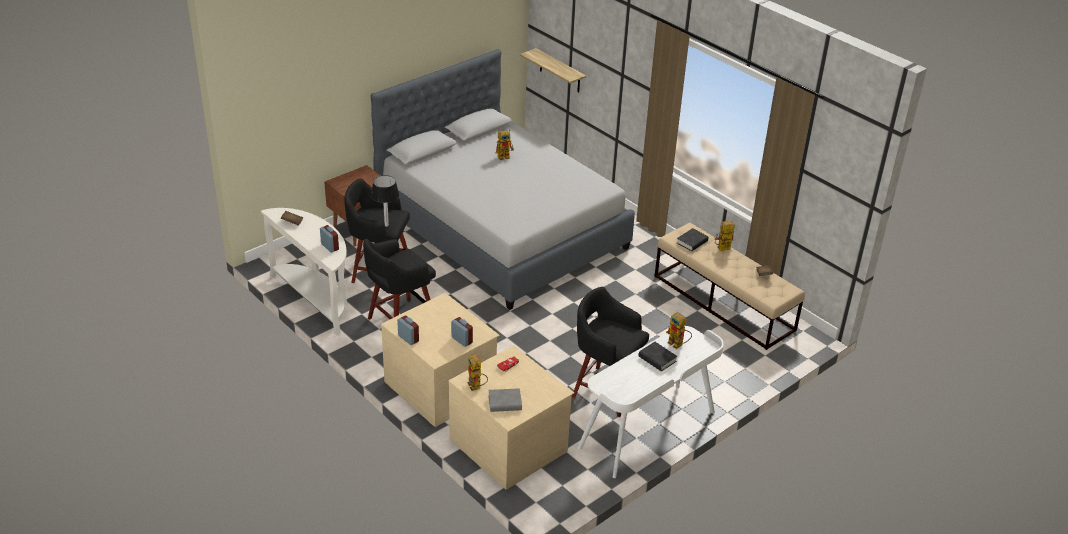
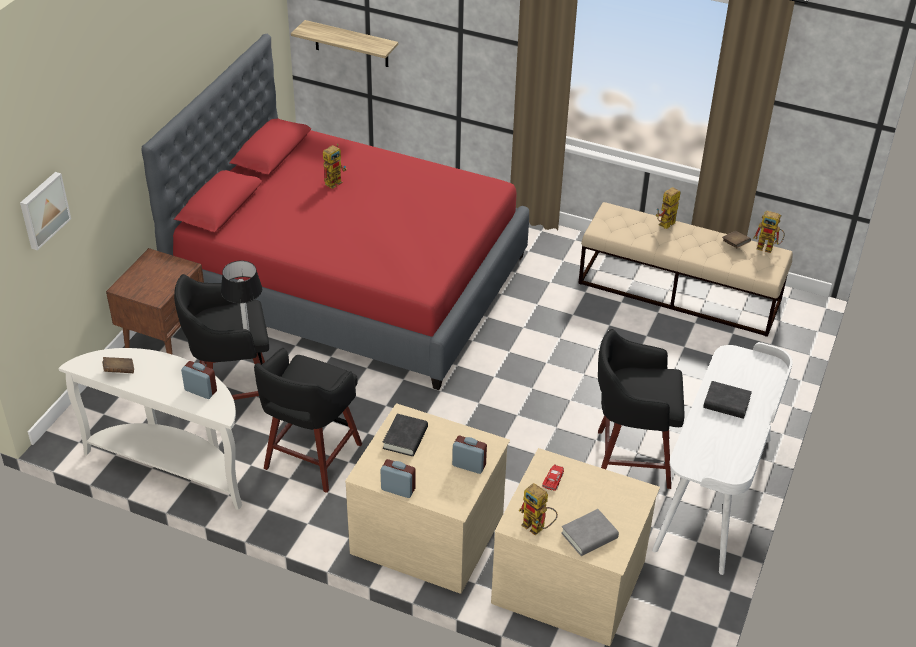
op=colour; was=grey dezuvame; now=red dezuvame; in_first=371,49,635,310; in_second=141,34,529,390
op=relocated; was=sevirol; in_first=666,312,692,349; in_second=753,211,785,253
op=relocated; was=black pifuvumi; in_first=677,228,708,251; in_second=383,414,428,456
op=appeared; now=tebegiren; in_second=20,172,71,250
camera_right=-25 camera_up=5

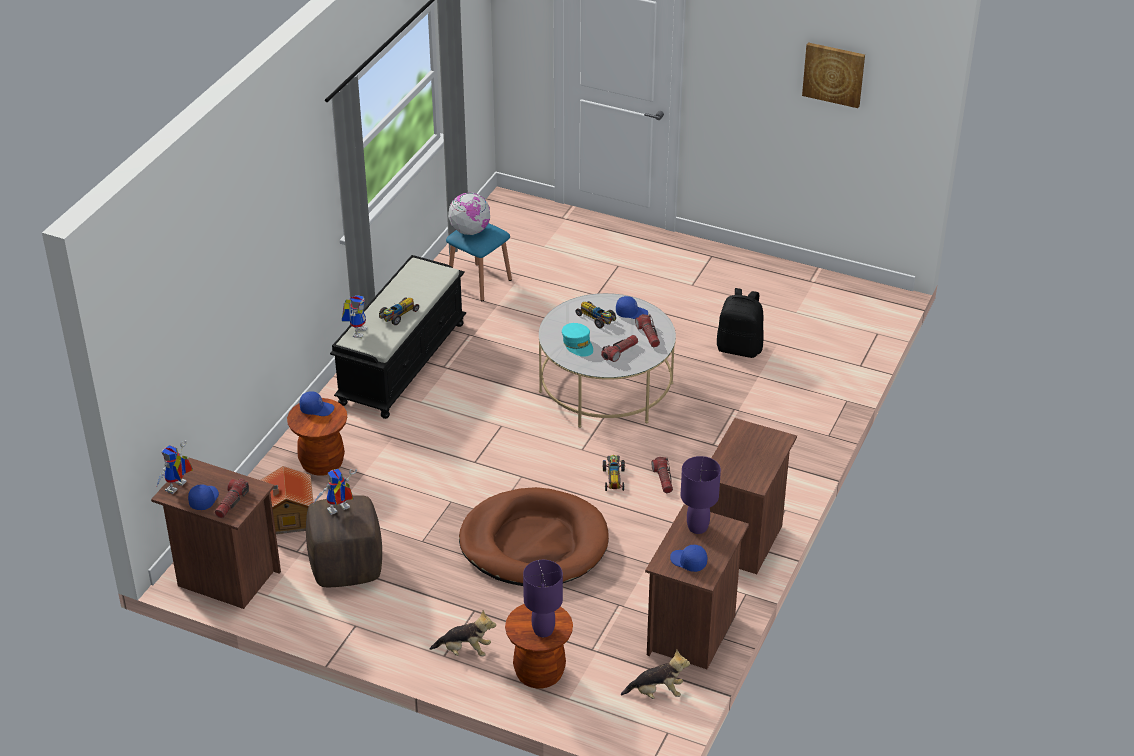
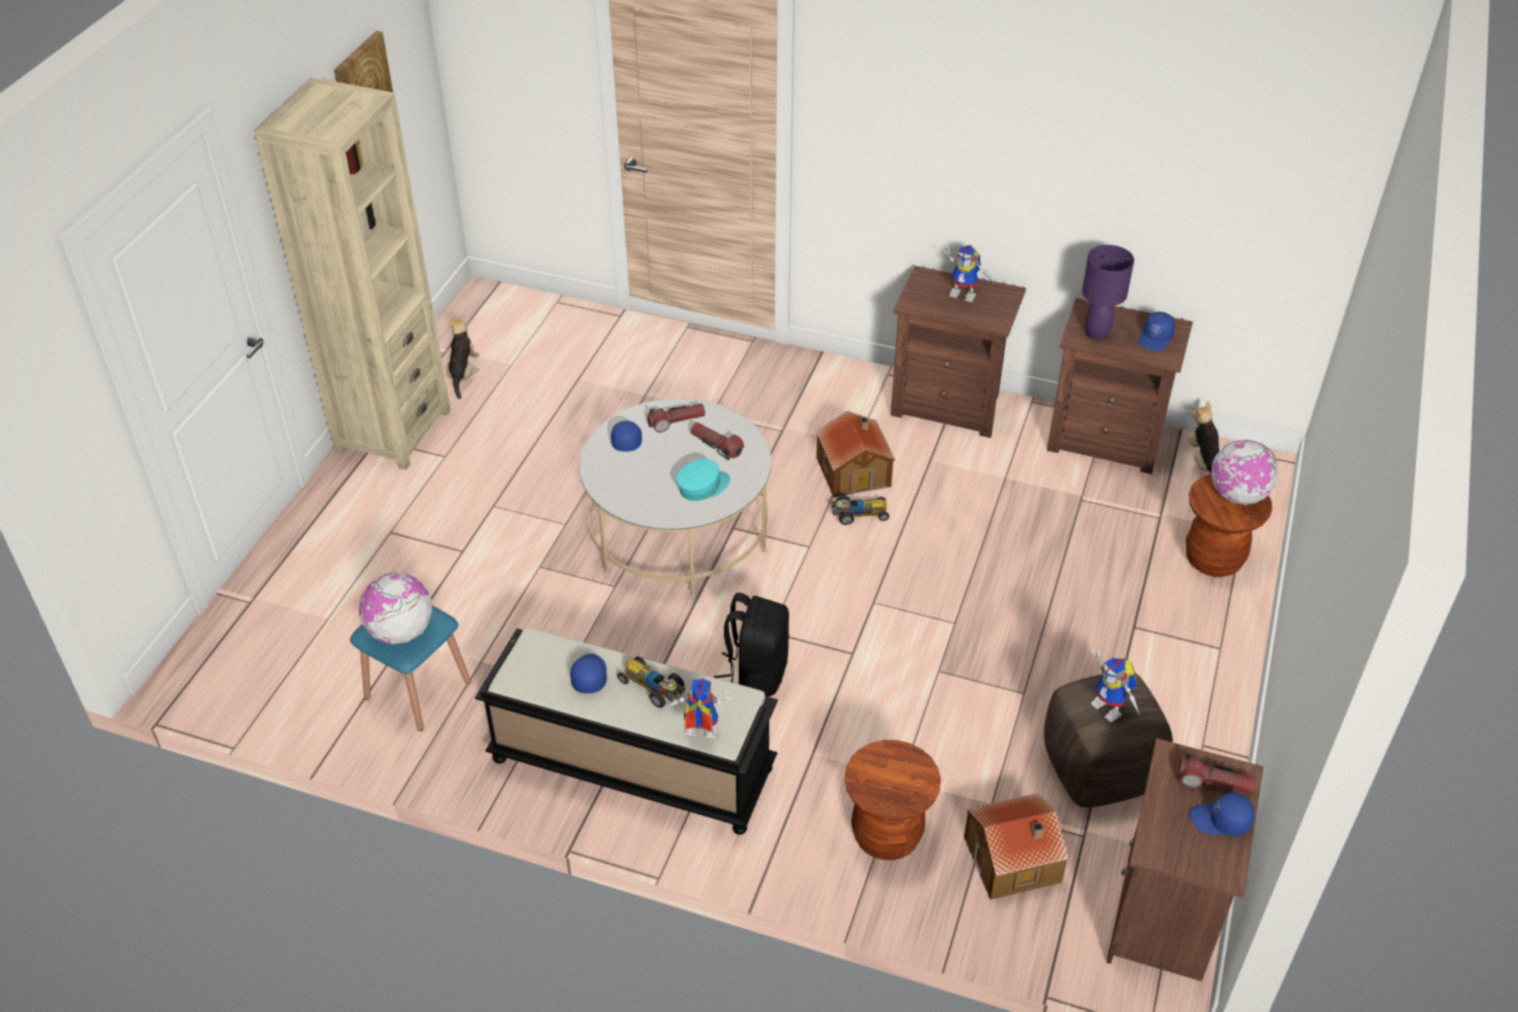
op=relocated; was=sevirol; in_first=156,440,193,494; in_second=941,245,995,303
op=relocated; was=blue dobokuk; in_first=299,391,334,416; in_second=570,654,607,694
op=relocated; was=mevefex; in_first=429,610,496,657; in_second=446,315,479,399
op=missing; was=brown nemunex; in_first=459,487,609,587
op=exchanged; was=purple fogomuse; now=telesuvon; in_first=523,560,563,637; in_second=1211,440,1278,505
op=missing; was=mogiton; in_first=575,301,616,328
op=exchanged; was=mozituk; now=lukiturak; in_first=652,457,673,493; in_second=816,411,895,498
op=relocated; was=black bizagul; in_first=717,288,764,358; in_second=714,593,789,697
op=appeared; now=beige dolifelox; in_second=254,77,451,470
camera_right=-95 camera_up=5

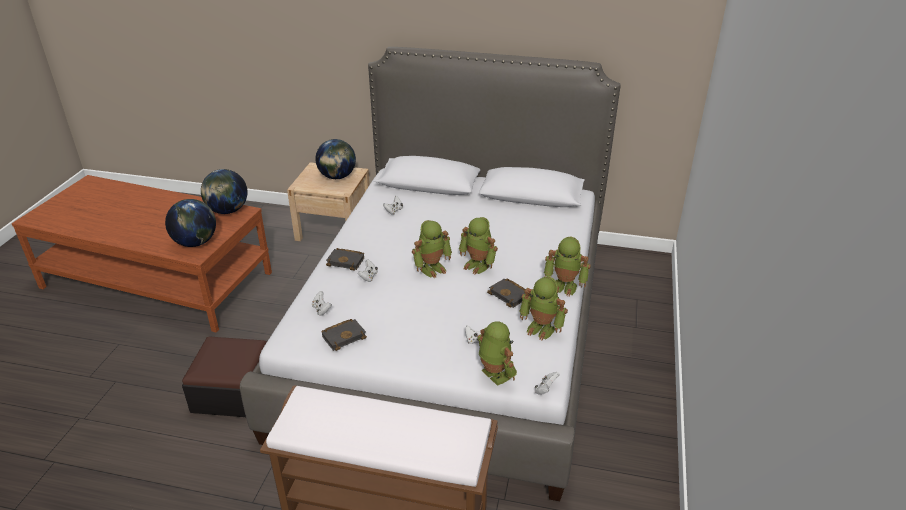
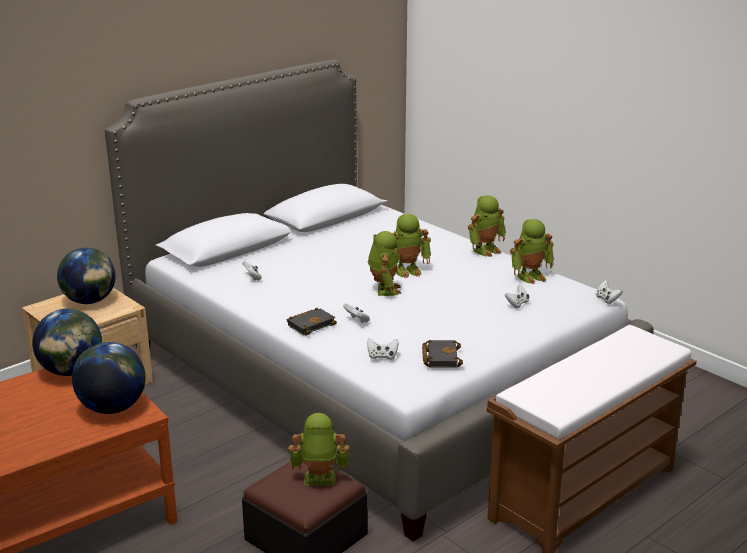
op=relocated; was=sevirol; in_first=477,322,517,386; in_second=288,413,349,485
op=missing; was=black pifuvumi; in_first=487,279,526,308
camera_right=-55 camera_up=-10

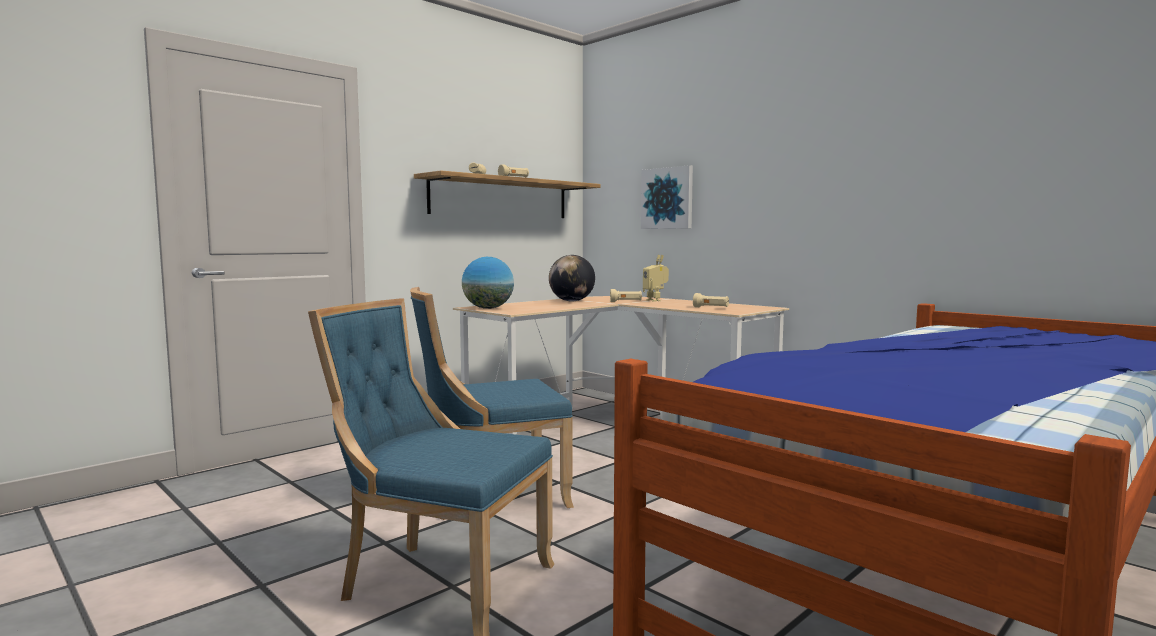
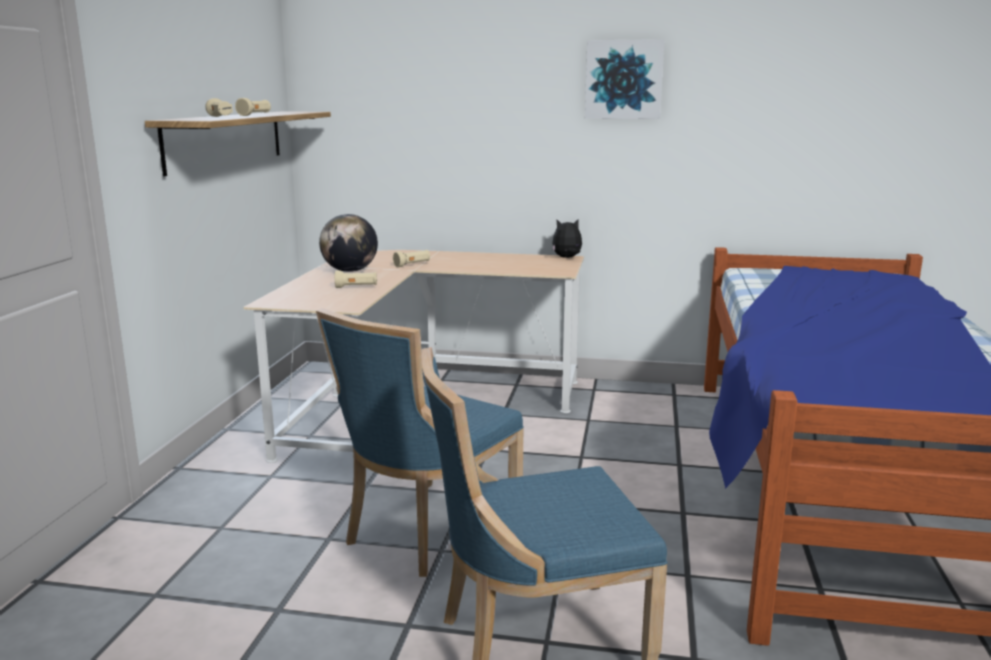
op=missing; was=telesuvon; in_first=462,257,514,309
op=relocated; was=tebegiren; in_first=641,165,693,229; in_second=585,39,665,119
op=missing; was=sevirol; in_first=643,255,669,302
op=relocated; was=beige mozituk; in_first=693,293,729,307; in_second=335,271,377,288
op=appeared; now=mevefex; in_second=552,219,582,258
camera_right=-35 camera_up=10

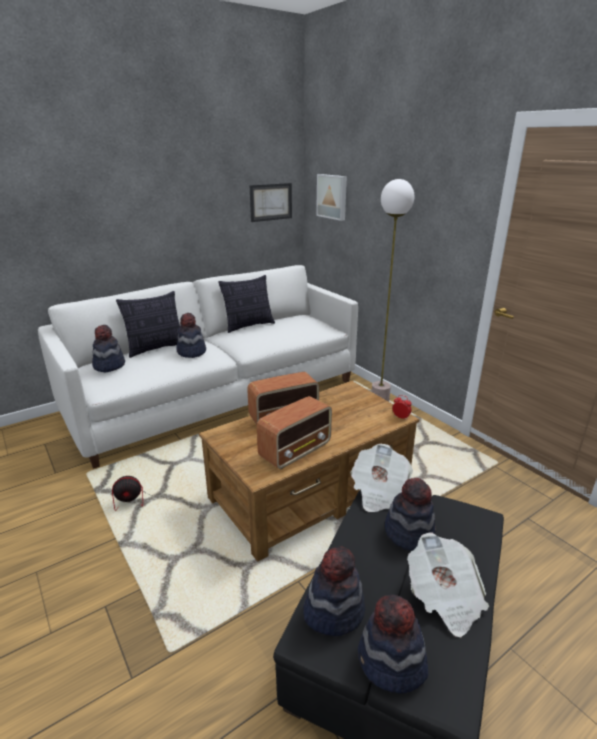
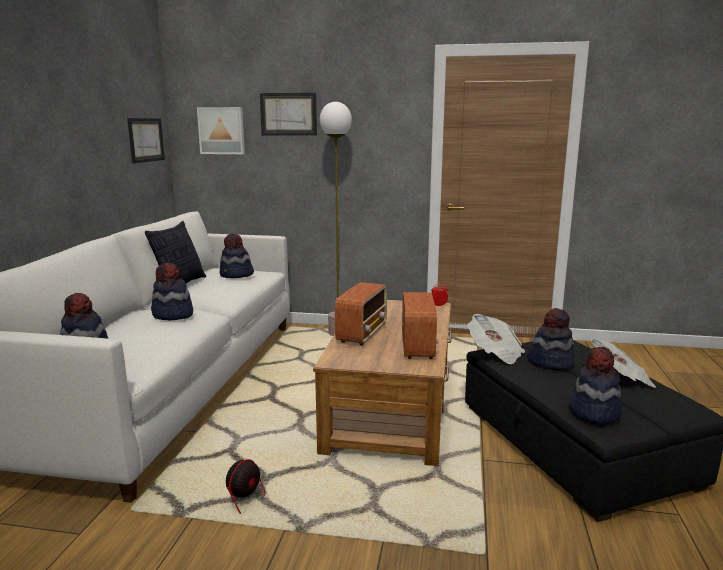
op=missing; was=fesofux; in_first=116,291,180,358
op=relocated; was=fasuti; in_first=358,595,428,694; in_second=219,234,254,278
op=appeared; now=tebegiren; in_second=260,93,317,136
camera_right=-45 camera_up=-10

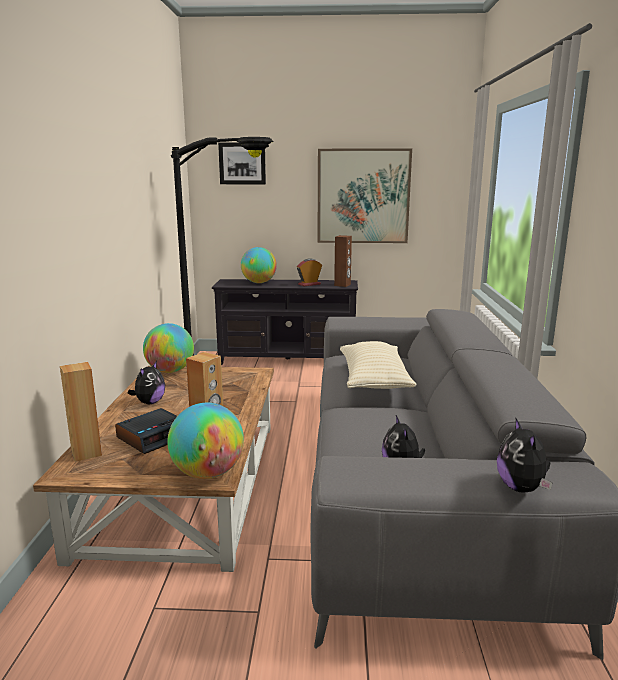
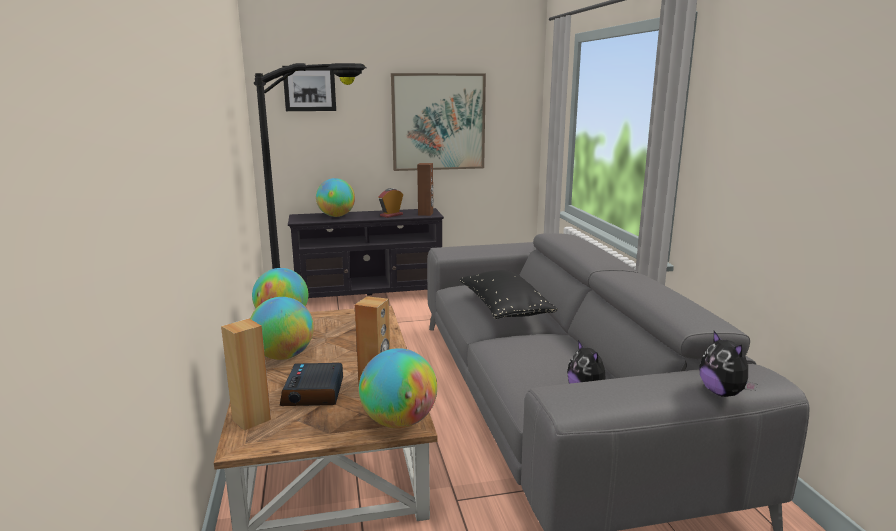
op=spun; was=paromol; in_first=115,408,177,454; in_second=280,363,343,406; clockwise=150
op=exchanged; was=mevefex; now=telesuvon; in_first=128,361,165,404; in_second=250,297,314,360
op=colour; was=beige fesofux; now=black fesofux; in_first=340,341,417,389; in_second=459,270,558,319
camera_right=-15 camera_up=0

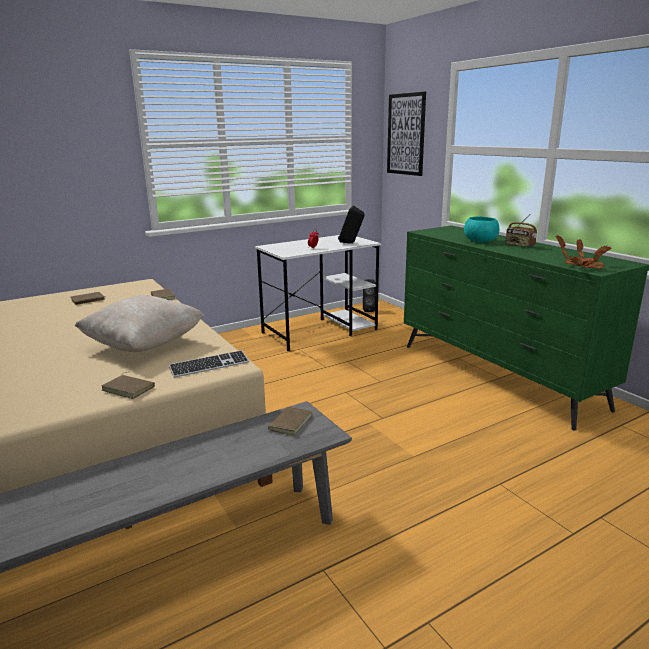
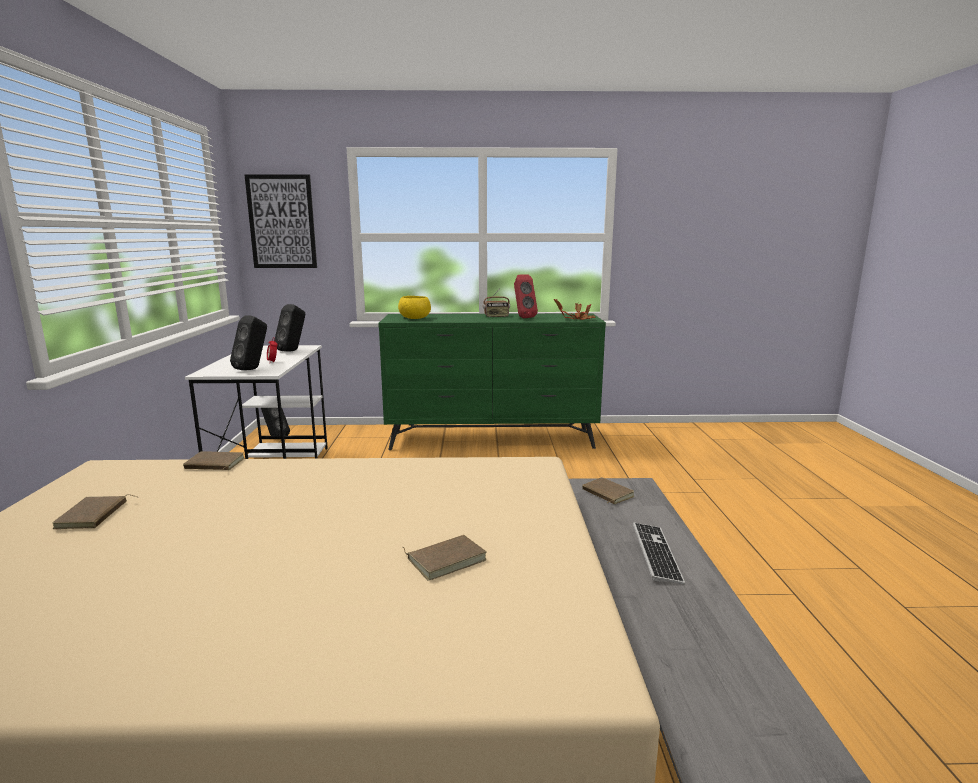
op=missing; was=beige fesofux; in_first=75,295,205,352
op=relocated; was=brown pifuvumi; in_first=102,372,155,399; in_second=403,535,486,581
op=relocated; was=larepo; in_first=169,350,249,378; in_second=633,522,685,584
op=missing; was=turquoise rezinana; in_first=464,216,499,242
op=appeared; now=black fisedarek; in_second=230,315,267,370
op=appeared; now=yellow rezinana; in_second=398,296,431,319
op=appeared; now=red fisedarek; in_second=514,274,538,318
camera_right=-60 camera_up=-5

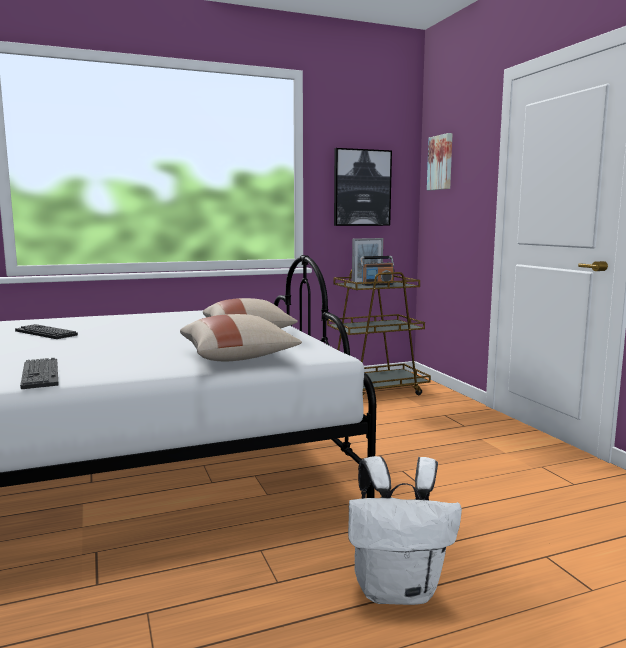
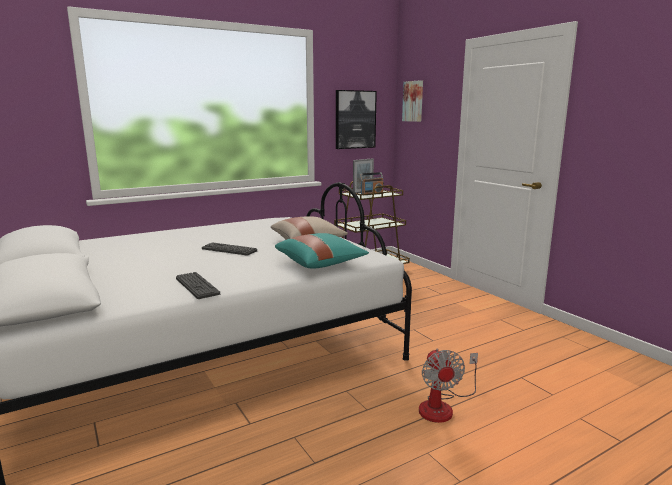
op=relocated; was=larepo; in_first=15,324,78,339; in_second=202,242,257,256
op=colour; was=beige fesofux; now=turquoise fesofux; in_first=180,314,302,361; in_second=275,233,369,269
op=exchanged; was=white bizagul; now=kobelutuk; in_first=348,456,462,605; in_second=419,348,478,423
camera_right=-10 camera_up=5

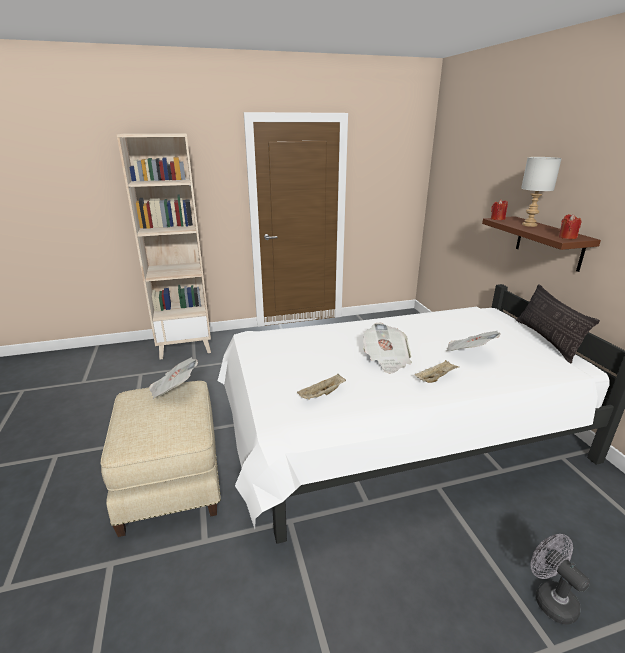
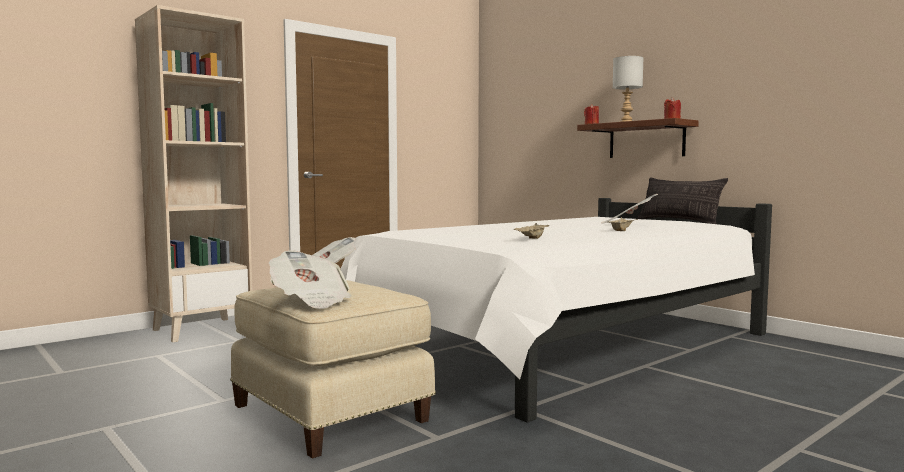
op=relocated; was=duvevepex; in_first=363,323,412,374; in_second=269,250,352,309
op=missing; was=grey kobelutuk; in_first=531,534,590,624
camera_right=-25 camera_up=-20

